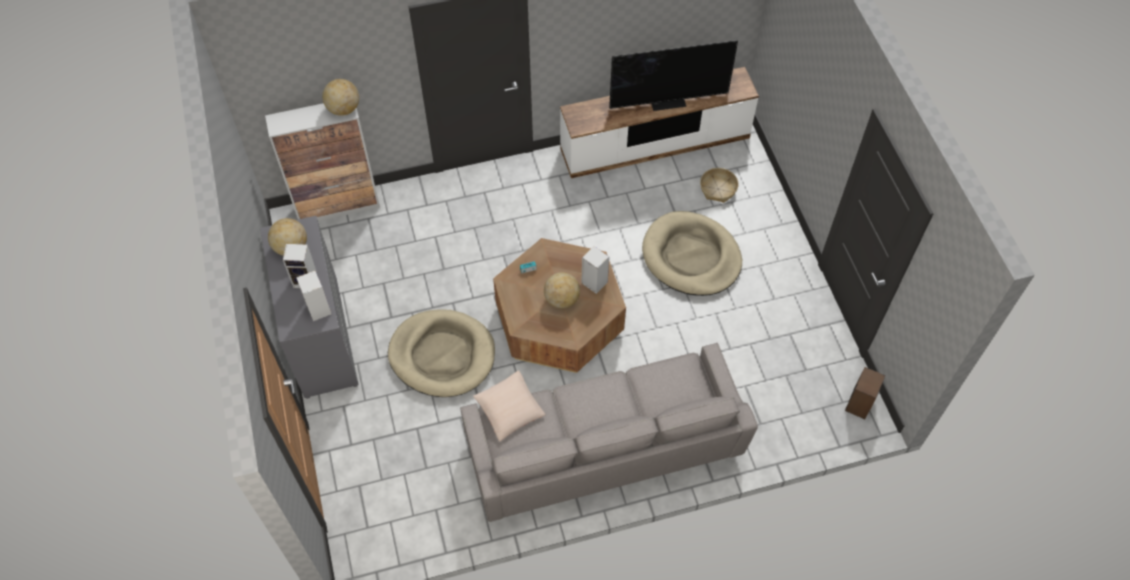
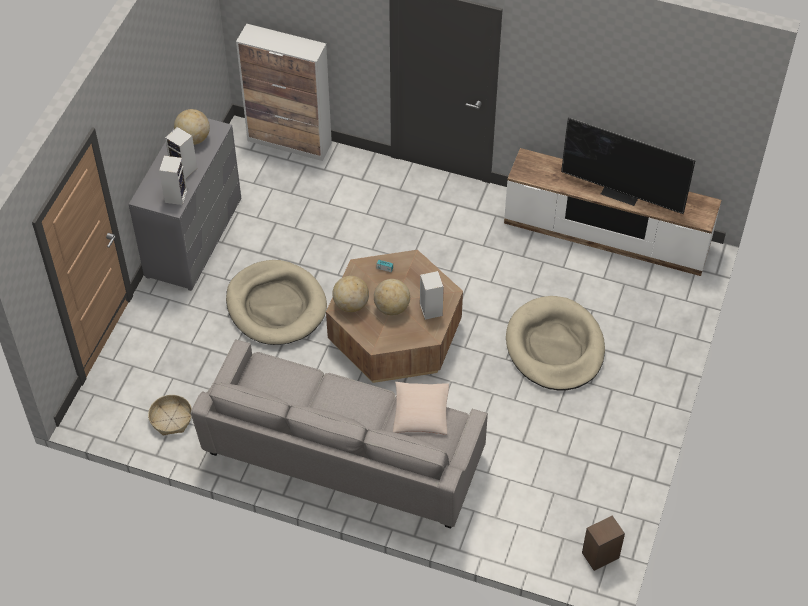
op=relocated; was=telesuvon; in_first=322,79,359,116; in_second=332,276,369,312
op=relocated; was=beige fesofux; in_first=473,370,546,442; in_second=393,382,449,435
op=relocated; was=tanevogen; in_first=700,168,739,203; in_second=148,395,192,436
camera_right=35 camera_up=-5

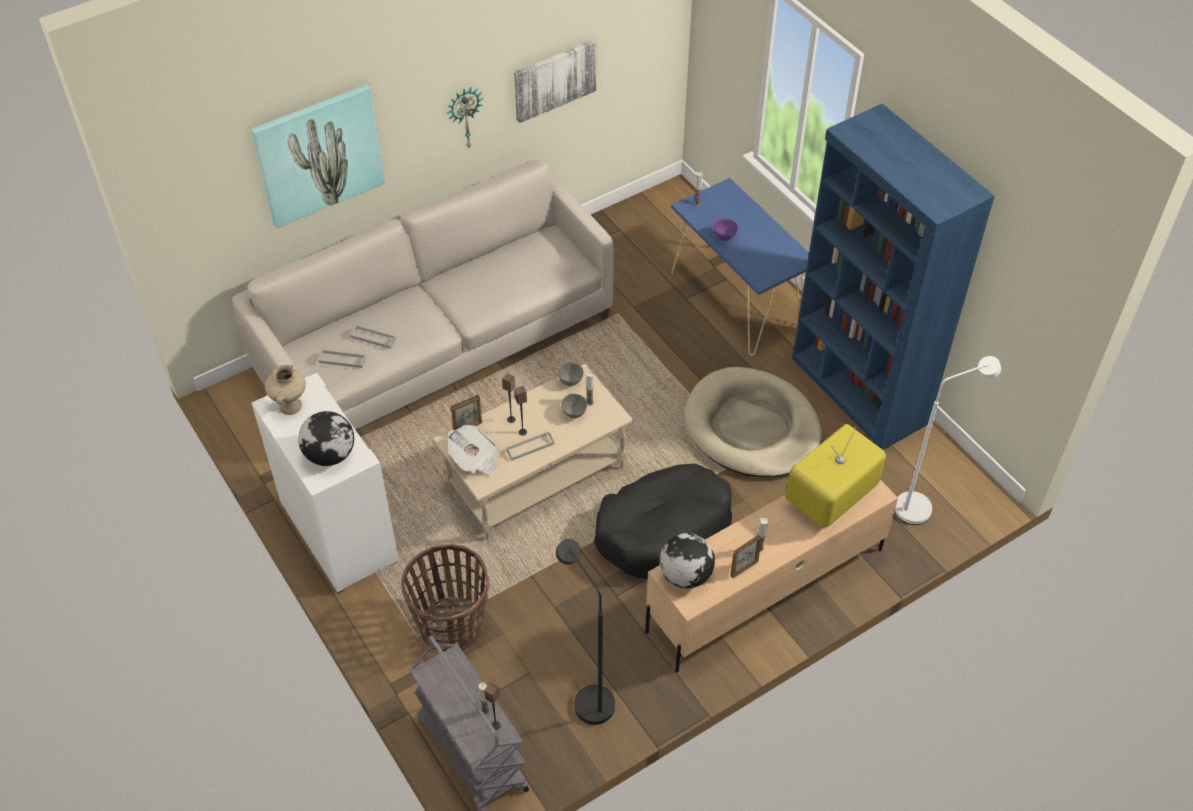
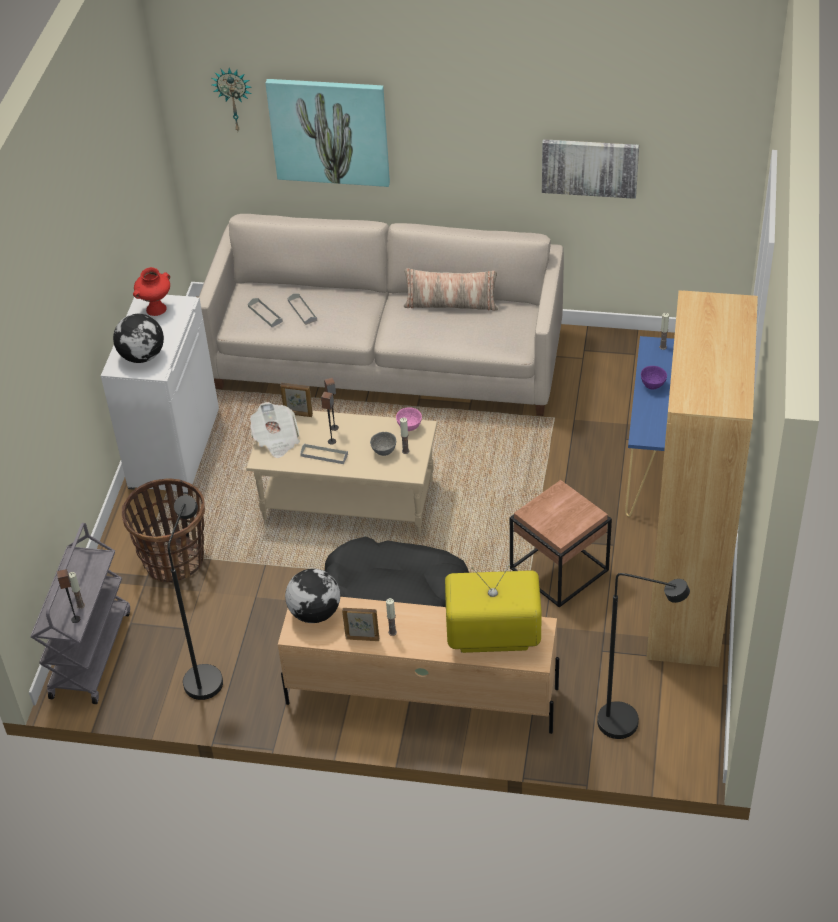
op=colour; was=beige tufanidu; now=red tufanidu; in_first=265,365,306,415; in_second=133,267,170,316
op=relocated; was=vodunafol; in_first=447,88,484,147; in_second=212,68,251,131
op=colour; was=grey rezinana; now=pink rezinana; in_first=557,362,584,386; in_second=396,407,422,431
op=exchanged; was=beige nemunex; now=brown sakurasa; in_first=684,367,822,478; in_second=510,480,612,608
op=colour; was=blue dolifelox; now=brown dolifelox; in_first=792,104,995,450; in_second=646,290,758,667
op=colour; was=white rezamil; now=black rezamil; in_first=895,356,1001,525; in_second=597,573,690,739
op=appeared; now=fesofux; in_second=404,268,498,311
camera_right=45 camera_up=-5

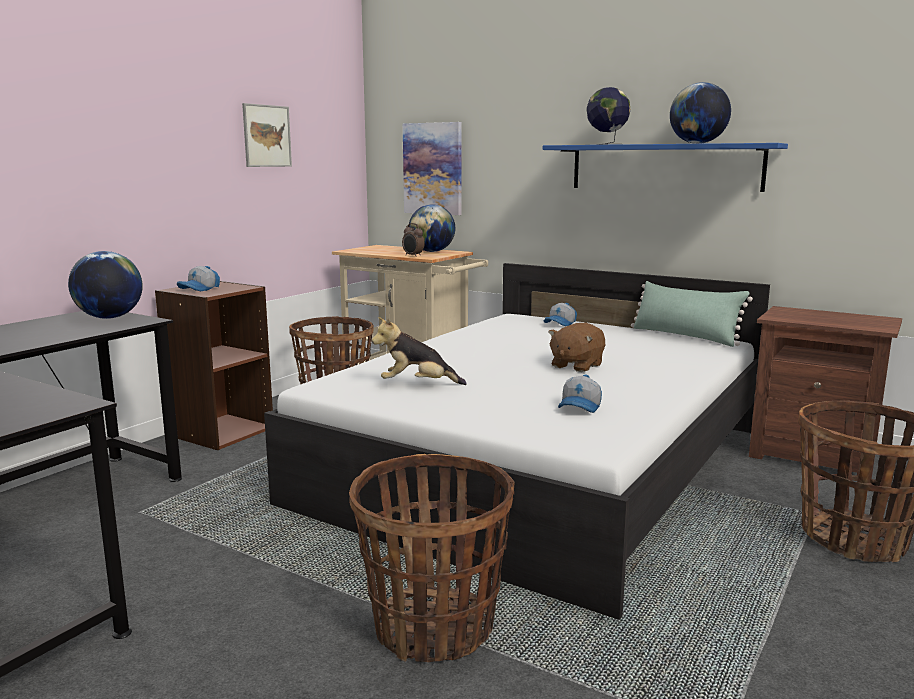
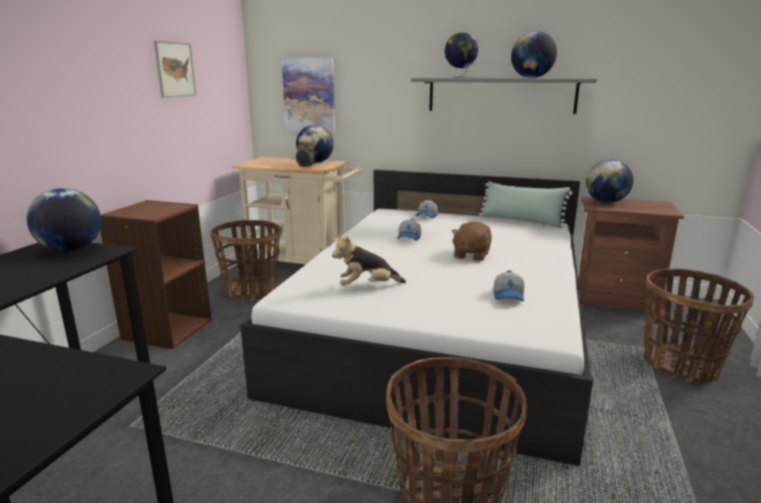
op=relocated; was=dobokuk; in_first=177,266,220,291; in_second=397,219,421,241
op=colour; was=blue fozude; now=grey fozude; in_first=543,143,788,192; in_second=411,78,597,114
op=appeared; now=telesuvon; in_second=586,159,633,203
camera_right=-15 camera_up=5

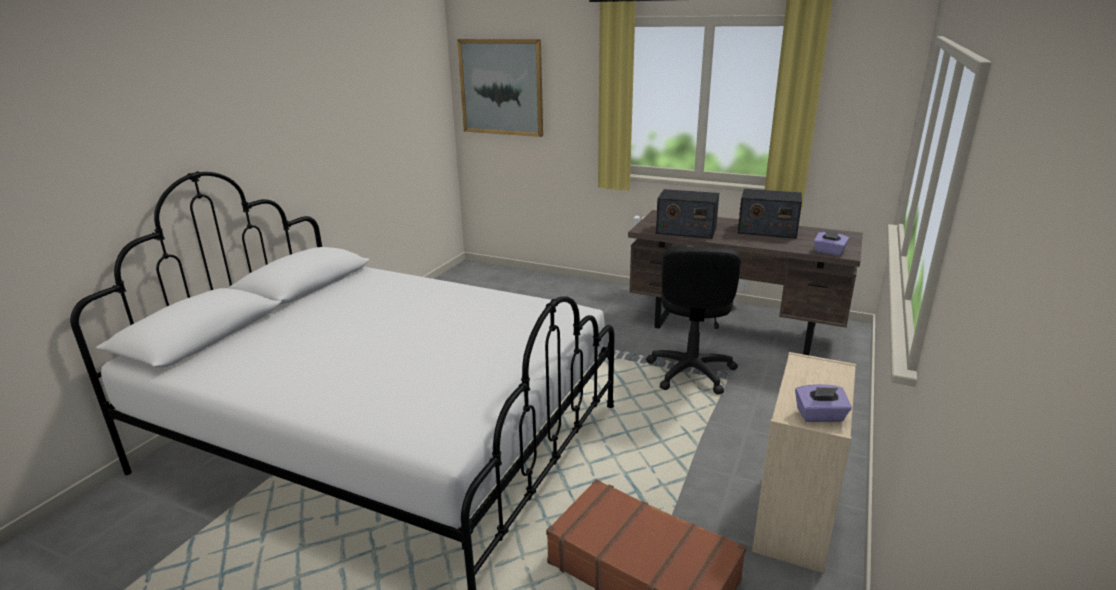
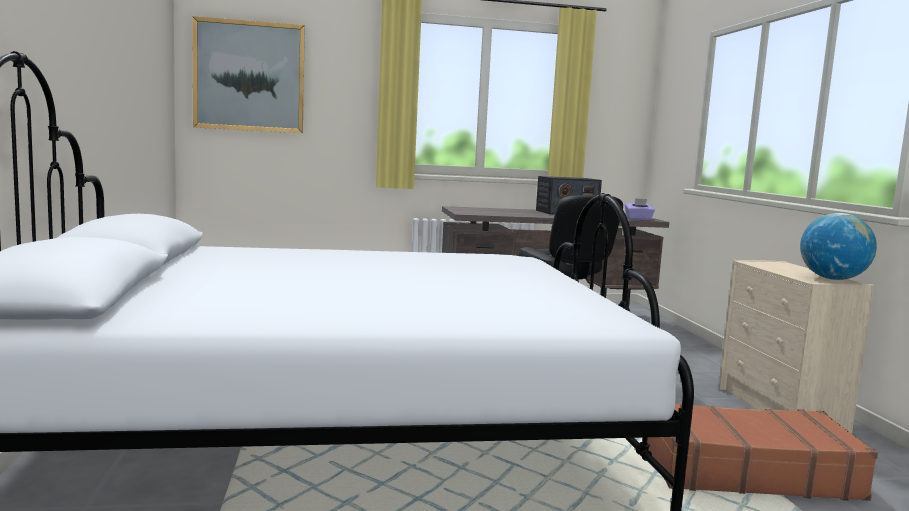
op=missing; was=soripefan; in_first=656,189,719,239
op=exchanged; was=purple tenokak; now=telesuvon; in_first=795,384,852,422; in_second=800,213,877,280
camera_right=-35 camera_up=-15

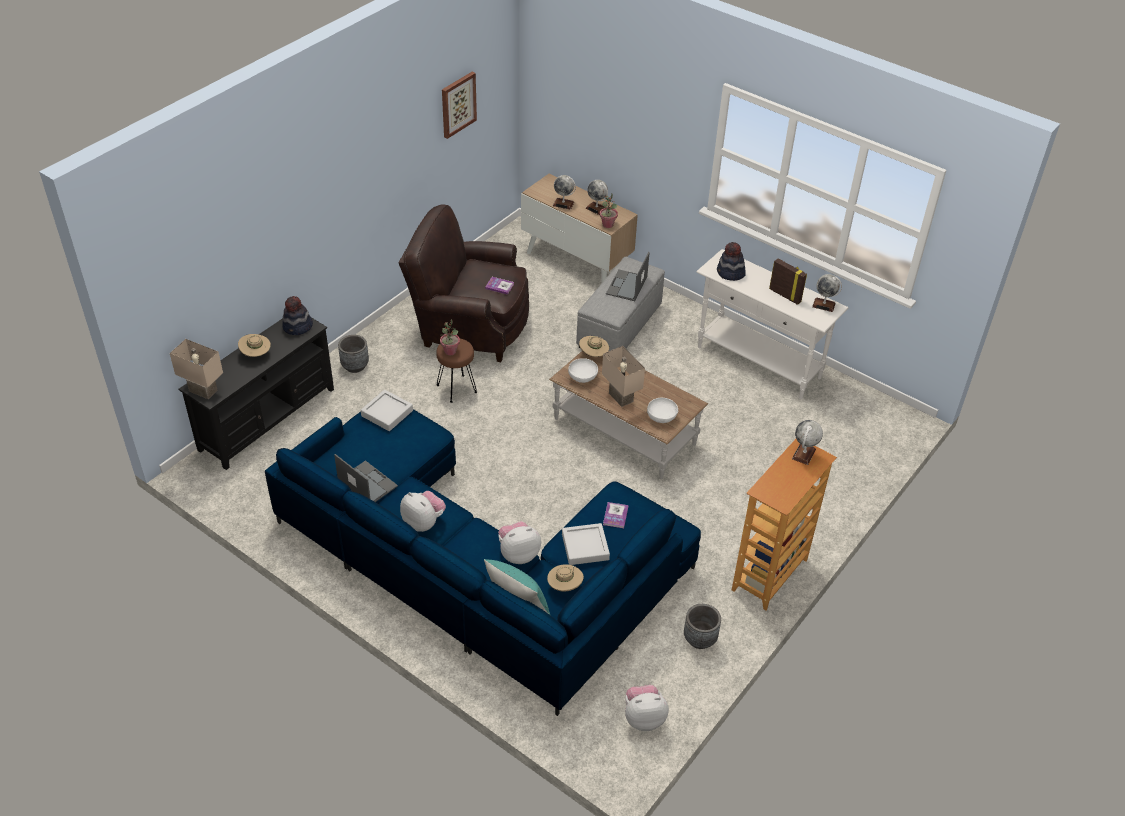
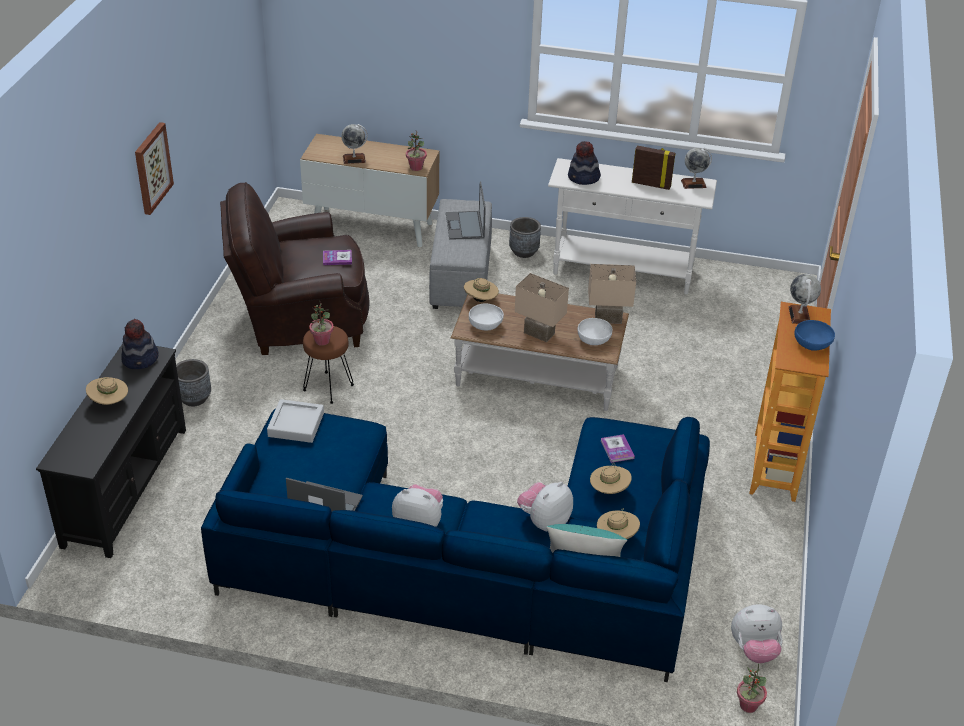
op=relocated; was=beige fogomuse; in_first=170,339,223,399; in_second=588,264,636,324
op=relocated; was=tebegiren; in_first=442,72,477,139; in_second=135,122,174,215
op=exchanged; was=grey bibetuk; now=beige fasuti; in_first=562,523,610,565; in_second=590,462,632,494
op=missing; was=telesuvon; in_first=585,180,608,215
op=spun; was=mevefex; in_first=625,685,669,731; in_second=731,604,783,663; clockwise=-150
op=relocated; was=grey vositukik; in_first=684,604,721,649; in_second=509,217,541,258
op=appeared; now=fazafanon; in_second=737,663,767,713
op=appeared; now=blue rezinana; in_second=794,320,835,351
camera_right=-25 camera_up=-5

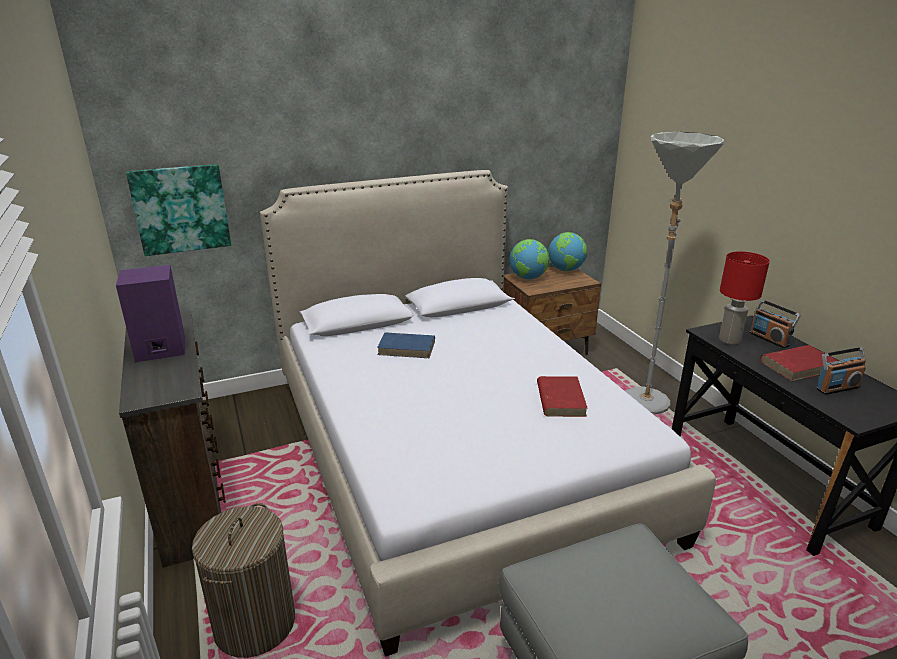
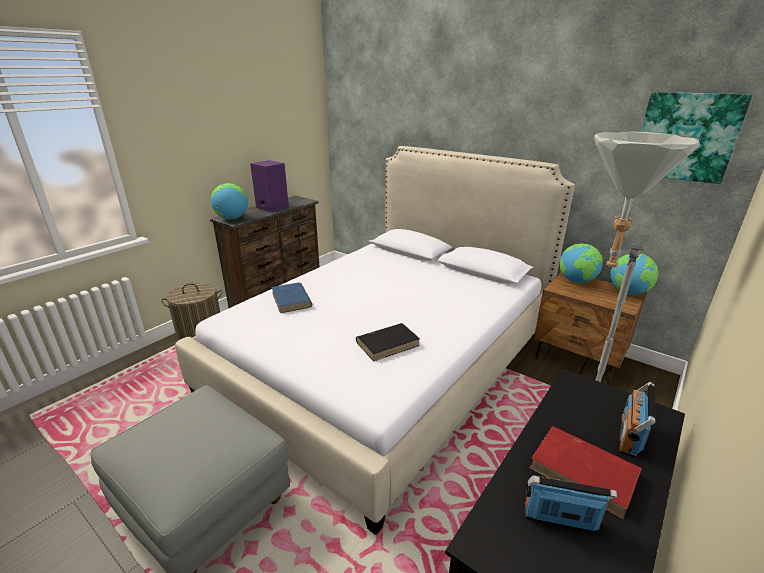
op=relocated; was=tebegiren; in_first=126,164,231,256; in_second=641,92,752,184
op=relocated; was=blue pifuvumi; in_first=377,332,435,358; in_second=271,283,312,313
op=colour; was=red pifuvumi; now=black pifuvumi; in_first=537,376,588,417; in_second=356,323,420,362
op=missing; was=red fogomuse; in_first=719,251,770,345
op=spun; was=soripefan; in_first=816,347,866,395; in_second=524,475,617,533; clockwise=150
op=appeared; now=telesuvon; in_second=211,183,248,220
camera_right=60 camera_up=0

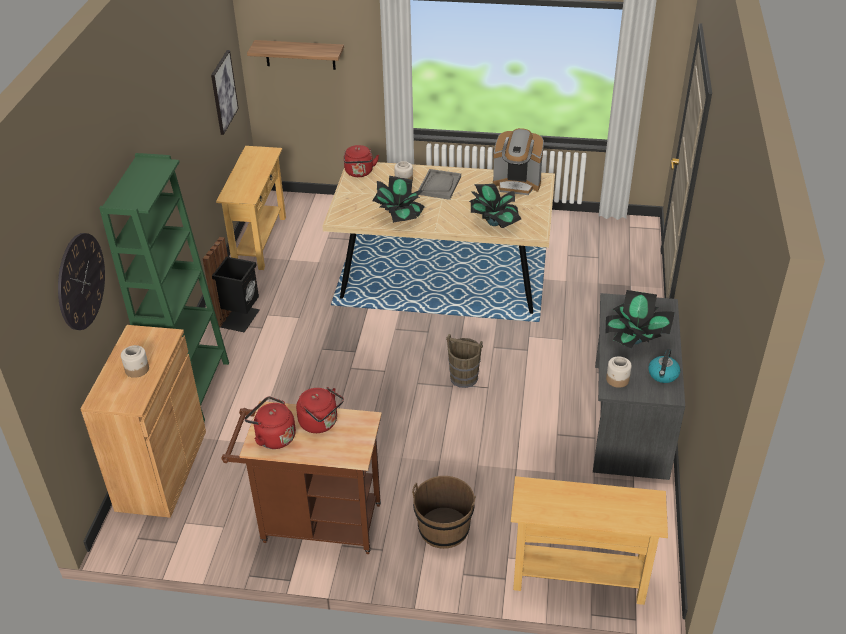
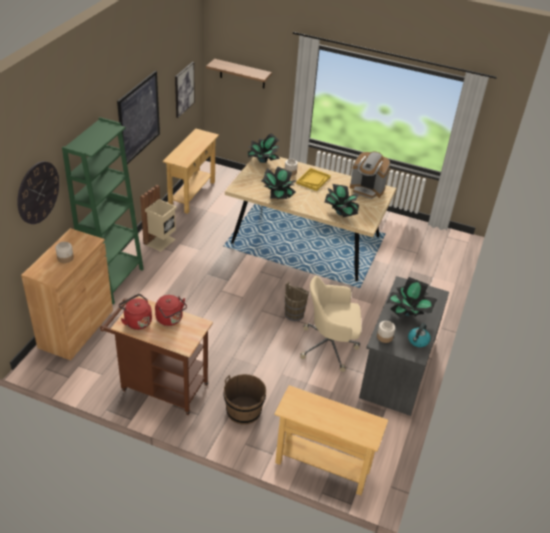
op=colour; was=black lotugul; now=beige lotugul; in_first=202,237,260,333; in_second=140,185,177,252
op=exchanged; was=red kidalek; now=fazafanon; in_first=344,145,379,177; in_second=248,133,280,163
op=colour; was=grey bibetuk; now=yellow bibetuk; in_first=418,169,461,200; in_second=296,168,331,191
op=appeared; now=tebegiren; in_second=117,71,160,164
op=appeared; now=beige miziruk; in_second=300,276,362,372
camera_right=10 camera_up=0

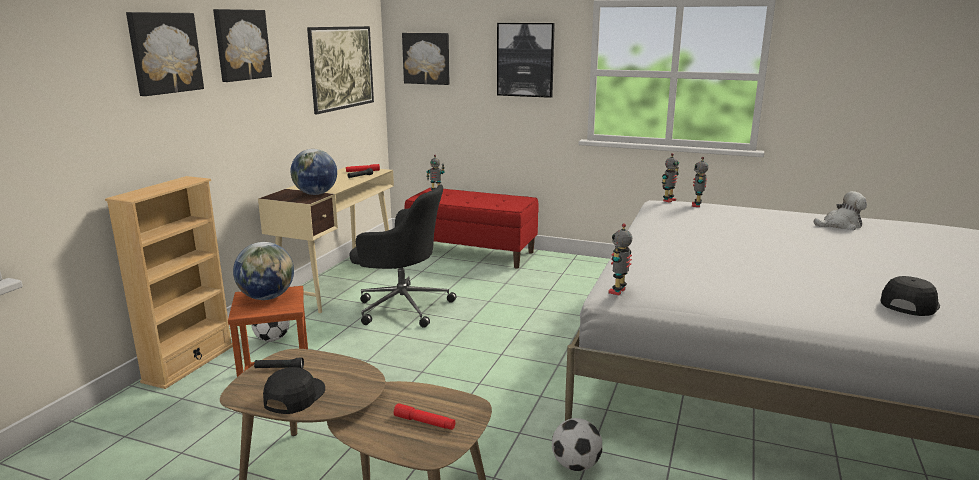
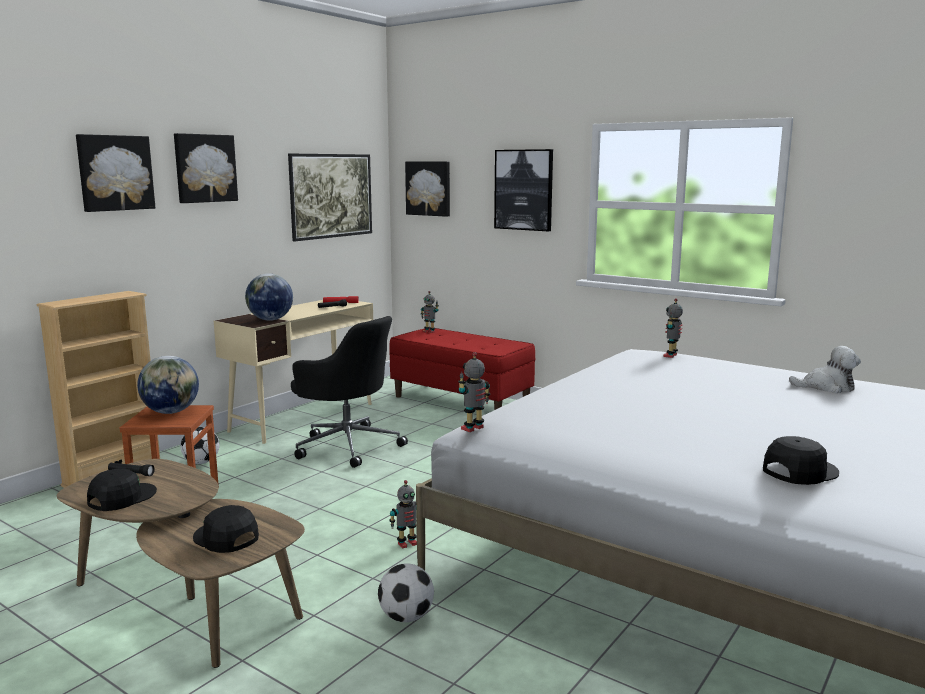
op=exchanged; was=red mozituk; now=black dobokuk; in_first=394,403,455,430; in_second=193,505,259,553
op=relocated; was=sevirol; in_first=662,153,679,203; in_second=389,480,417,549
camera_right=15 camera_up=-5

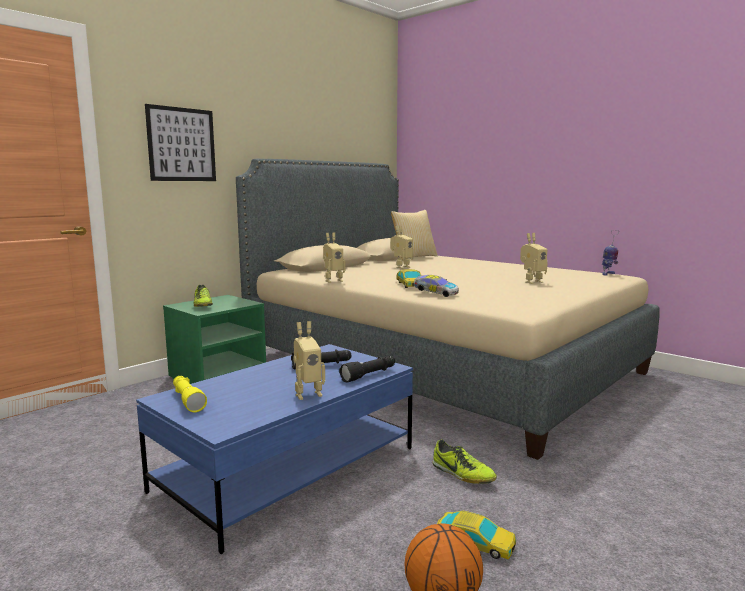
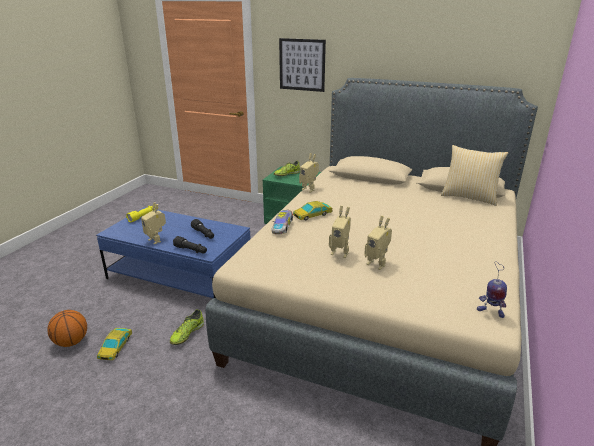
op=relocated; was=sevirol; in_first=391,226,413,269; in_second=329,206,351,258
camera_right=70 camera_up=15

